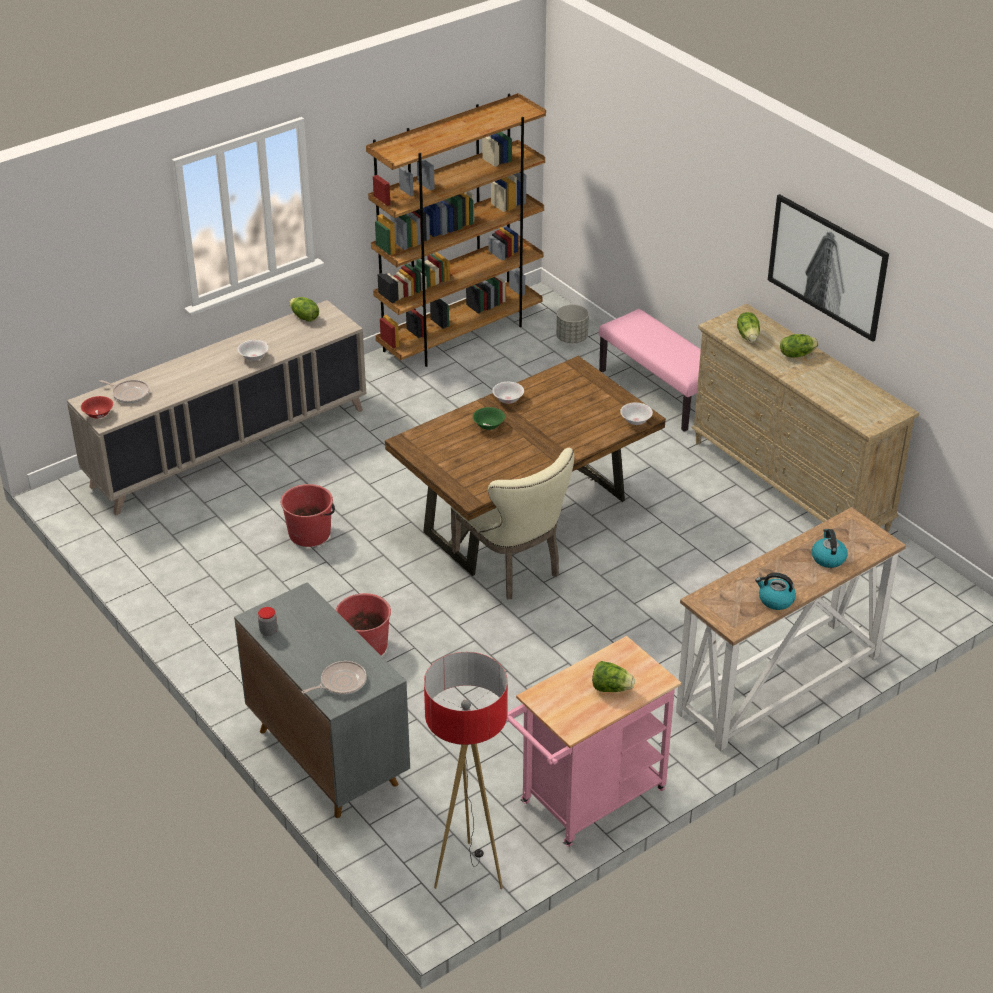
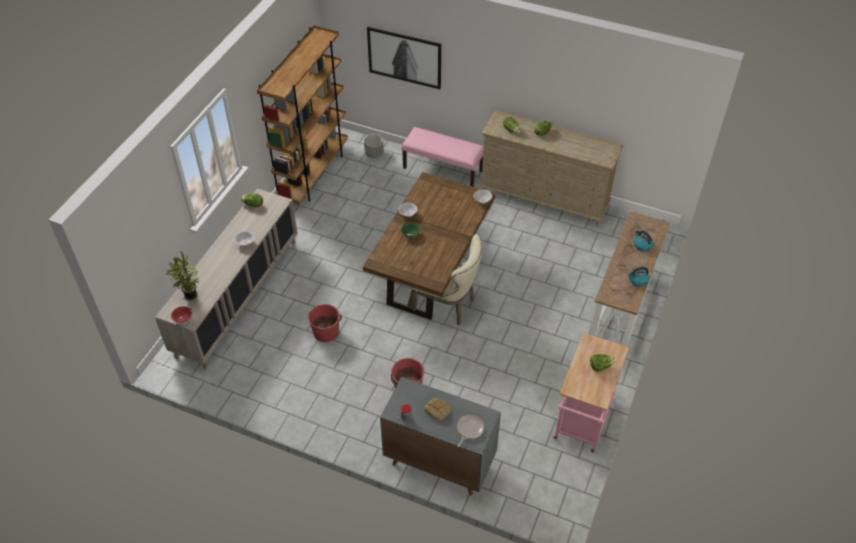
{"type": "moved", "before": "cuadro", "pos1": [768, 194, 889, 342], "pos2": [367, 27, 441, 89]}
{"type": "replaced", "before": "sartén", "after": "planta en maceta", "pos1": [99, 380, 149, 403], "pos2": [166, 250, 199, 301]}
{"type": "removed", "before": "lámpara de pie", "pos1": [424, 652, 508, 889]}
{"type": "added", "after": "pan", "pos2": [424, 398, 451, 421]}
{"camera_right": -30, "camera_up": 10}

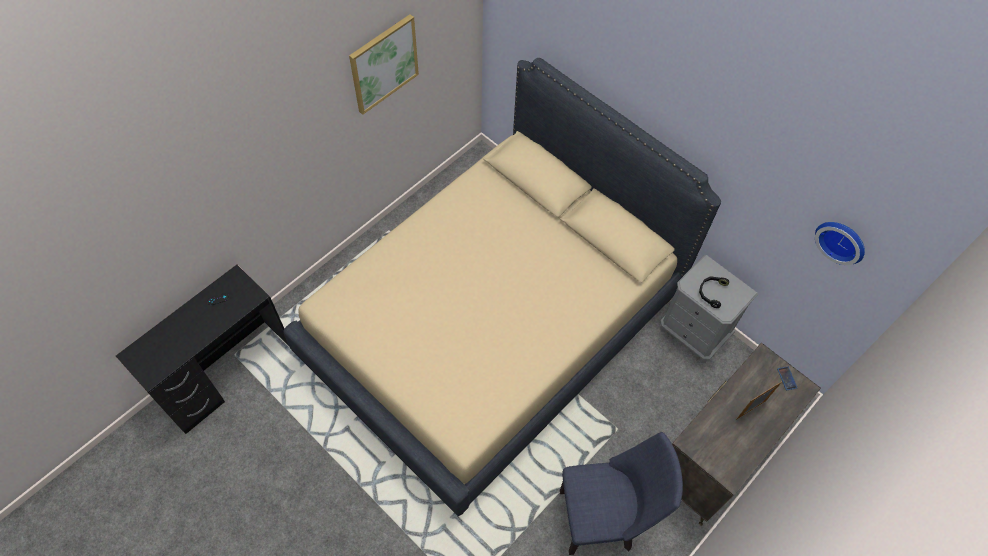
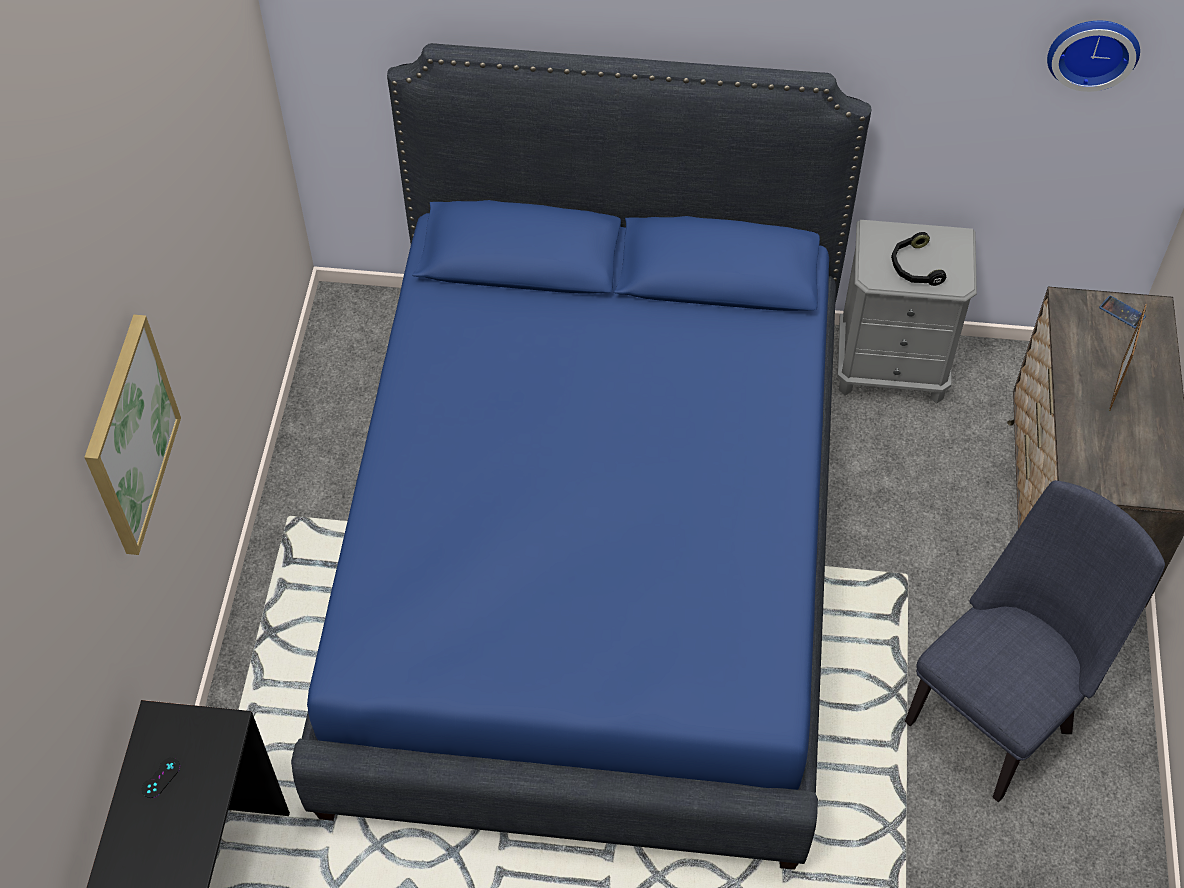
{"type": "moved", "before": "cuadro", "pos1": [349, 14, 419, 115], "pos2": [84, 315, 181, 555]}
{"type": "recoloured", "before": "cama [beis]", "after": "cama [azul]", "pos1": [284, 58, 721, 516], "pos2": [291, 43, 871, 870]}
{"camera_right": -35, "camera_up": -5}

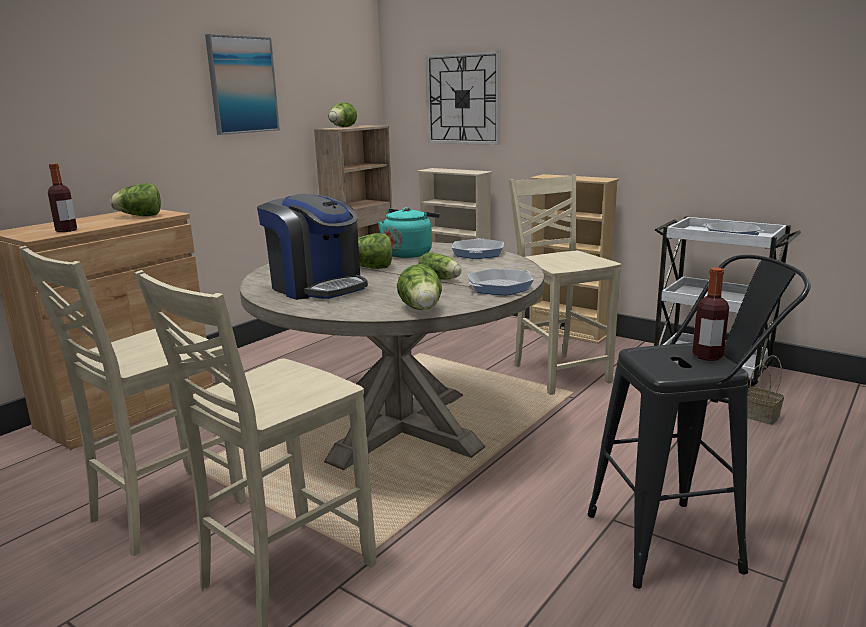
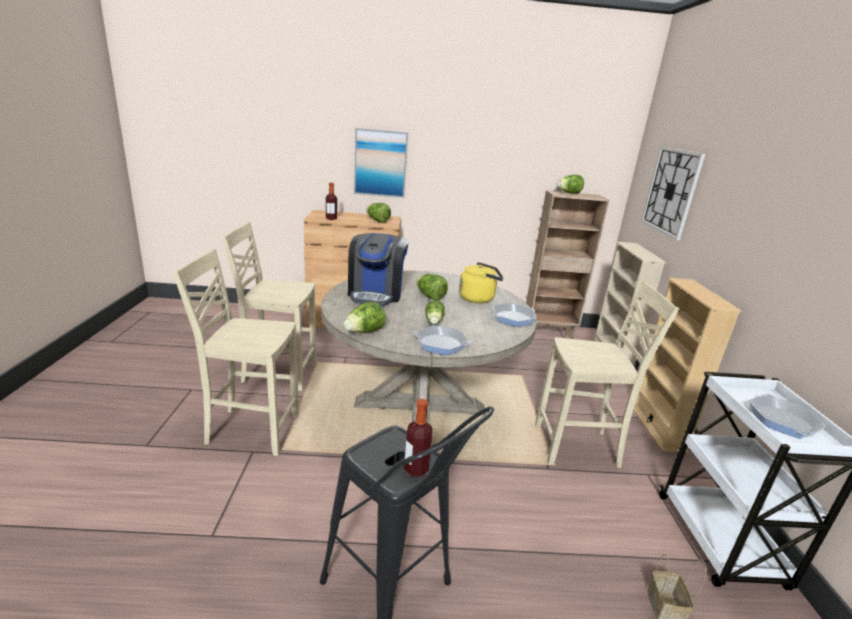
{"type": "moved", "before": "cuadro", "pos1": [205, 34, 280, 135], "pos2": [354, 128, 408, 198]}
{"type": "turned", "before": "silla [beis]", "pos1": [509, 174, 621, 395], "pos2": [535, 281, 679, 468], "turn": 60}
{"type": "recoloured", "before": "hervidor [turquesa]", "after": "hervidor [amarillo]", "pos1": [378, 207, 440, 258], "pos2": [459, 262, 503, 303]}
{"camera_right": 50, "camera_up": 5}

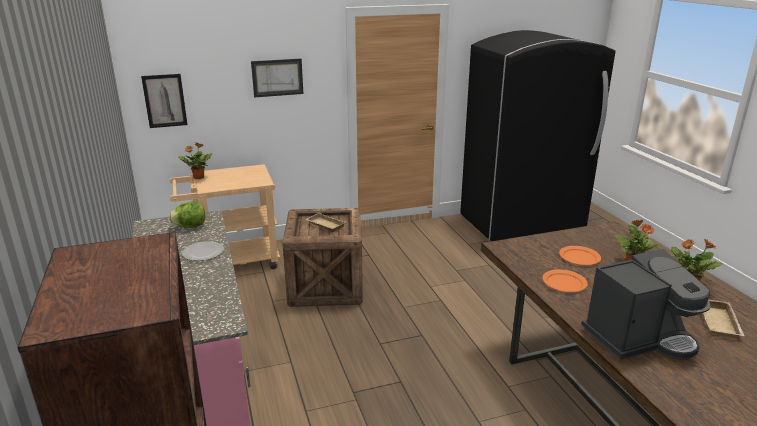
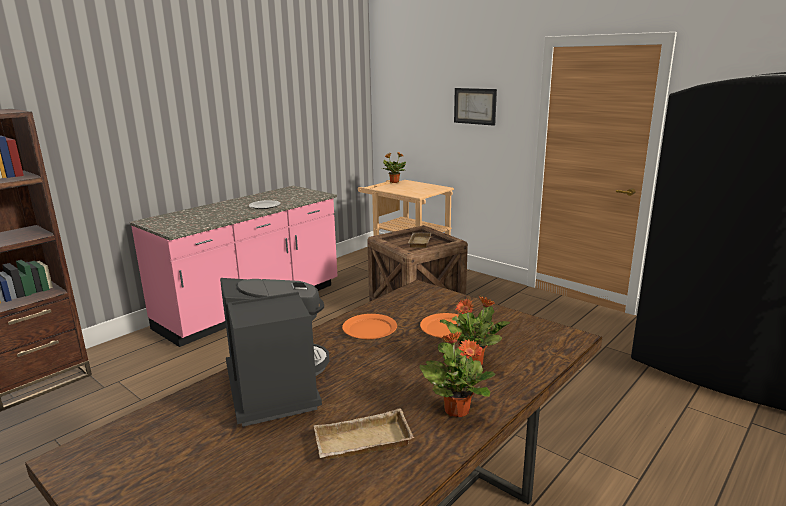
{"type": "removed", "before": "cuadro", "pos1": [141, 74, 188, 128]}
{"type": "removed", "before": "lechuga", "pos1": [169, 202, 205, 228]}
{"type": "turned", "before": "cafetera", "pos1": [581, 249, 710, 360], "pos2": [220, 278, 329, 427], "turn": -150}
{"camera_right": 60, "camera_up": -5}

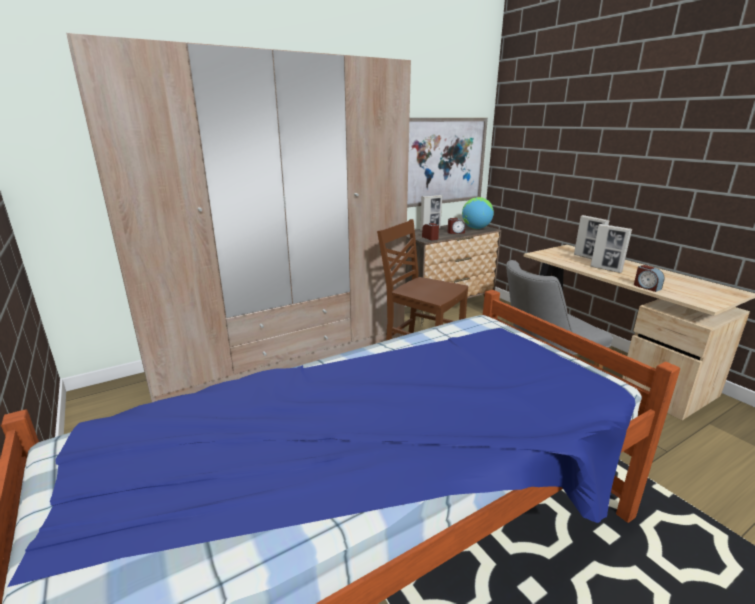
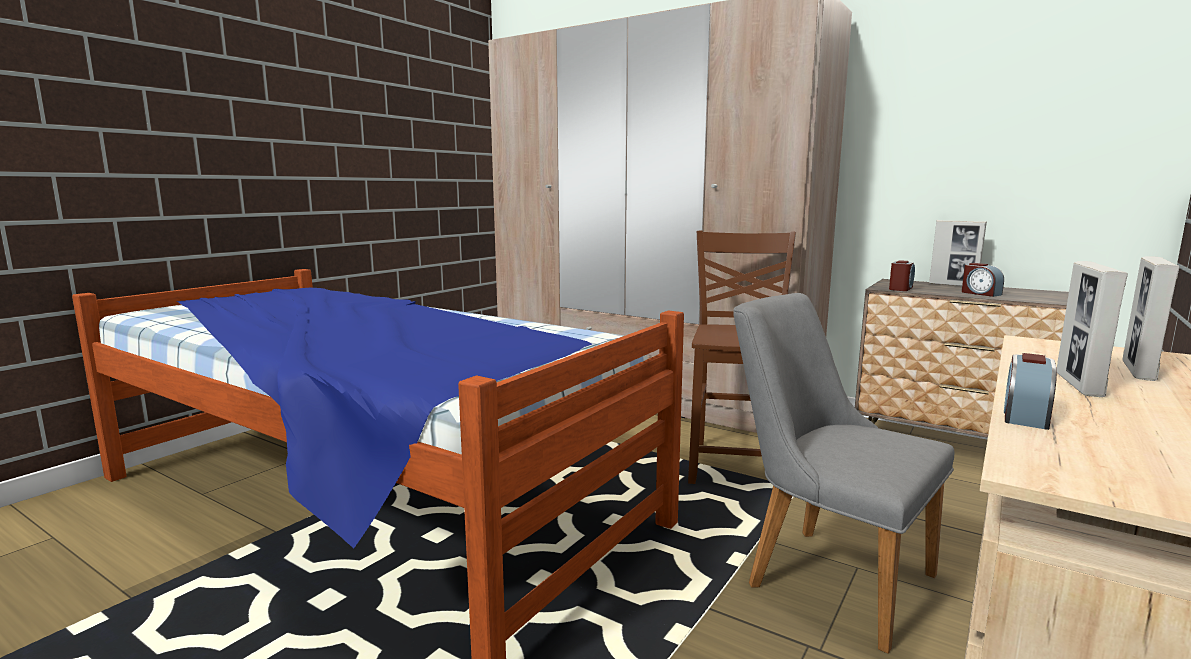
{"type": "removed", "before": "cuadro", "pos1": [407, 118, 488, 208]}
{"type": "removed", "before": "globo terráqueo", "pos1": [462, 197, 494, 229]}
{"camera_right": 65, "camera_up": -10}

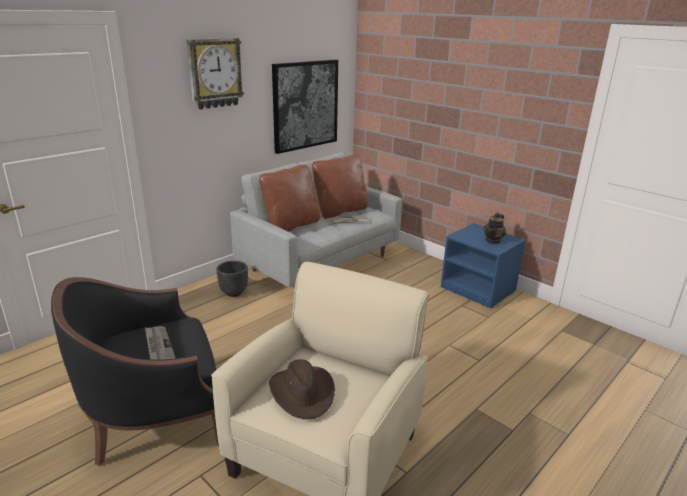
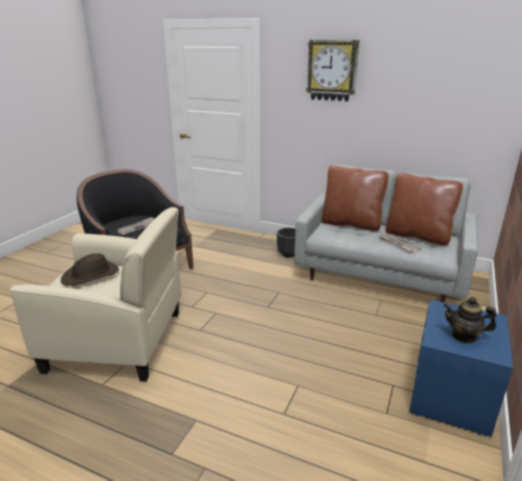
{"type": "removed", "before": "cuadro", "pos1": [272, 60, 338, 154]}
{"camera_right": 70, "camera_up": 0}

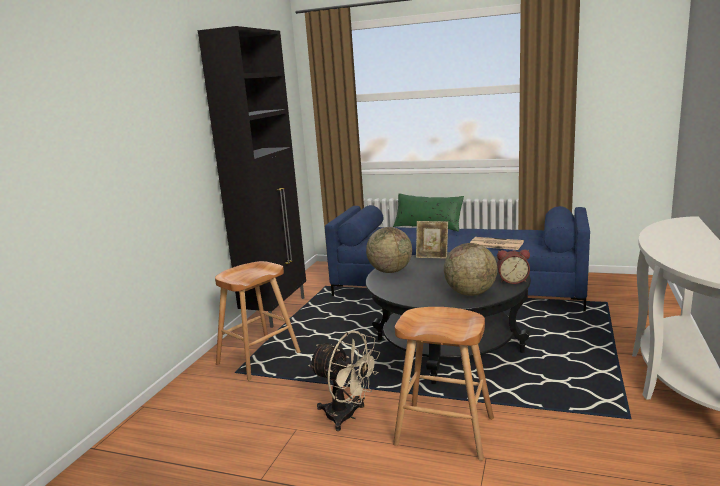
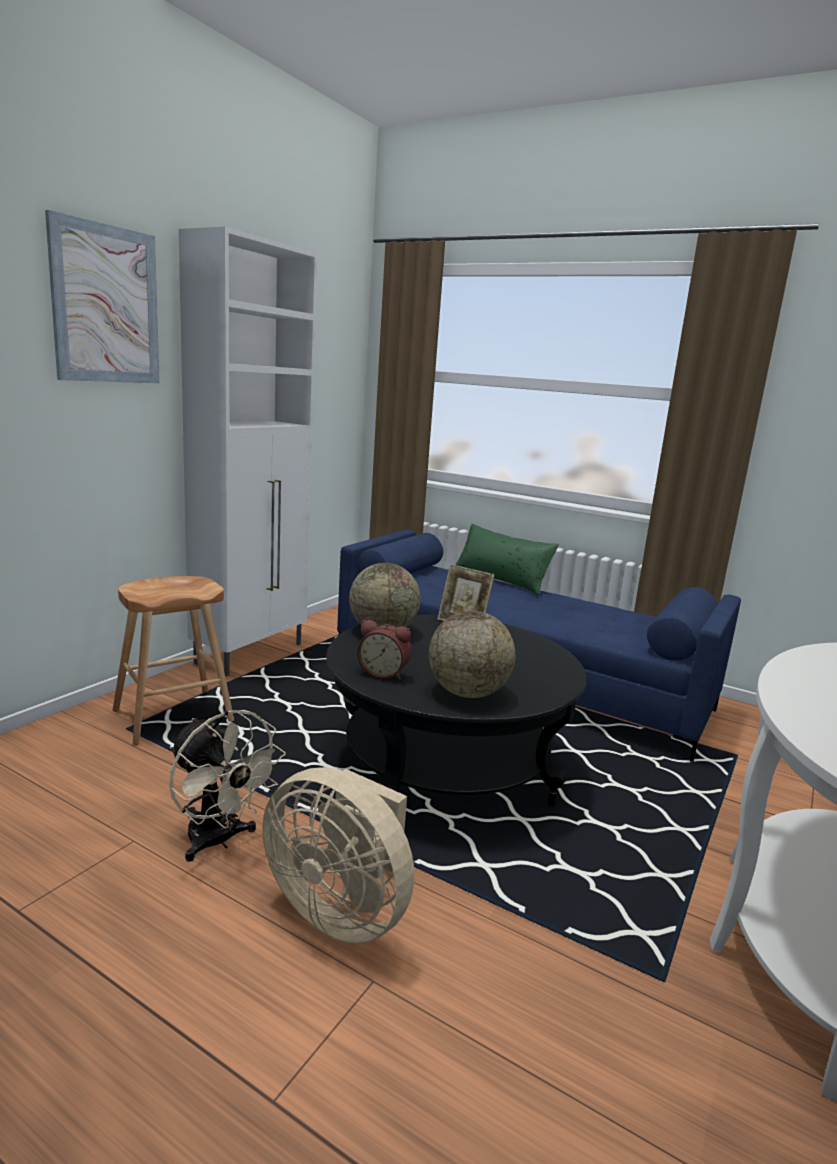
{"type": "recoloured", "before": "armario [negro]", "after": "armario [blanco]", "pos1": [198, 26, 306, 328], "pos2": [178, 227, 318, 676]}
{"type": "removed", "before": "periódico", "pos1": [470, 237, 524, 250]}
{"type": "moved", "before": "despertador", "pos1": [497, 250, 530, 284], "pos2": [357, 620, 411, 680]}
{"type": "replaced", "before": "taburete [marrón]", "after": "ventilador [beis]", "pos1": [393, 307, 494, 461], "pos2": [262, 767, 414, 944]}
{"type": "added", "after": "cuadro", "pos2": [45, 210, 160, 384]}
{"camera_right": 10, "camera_up": 0}

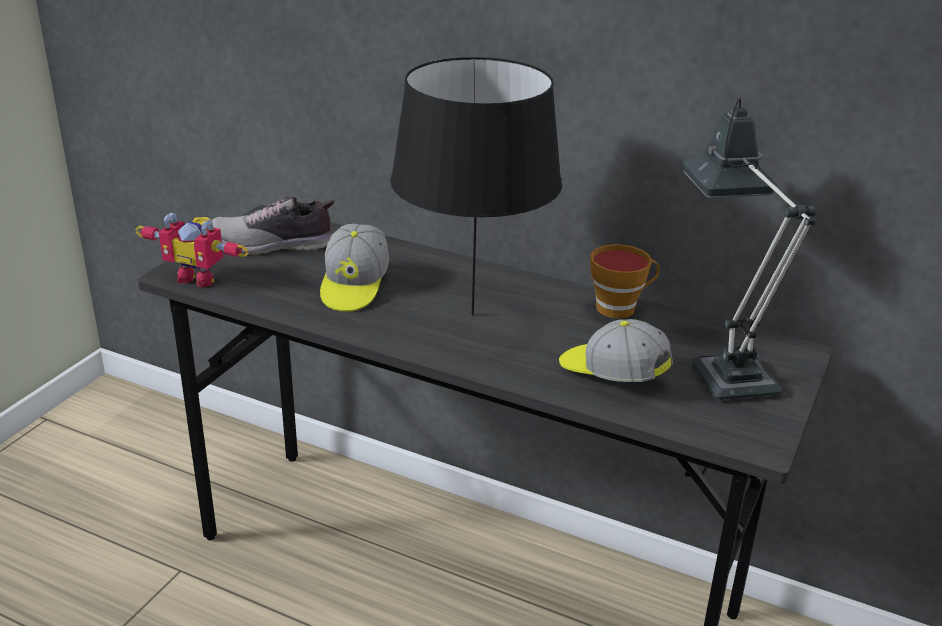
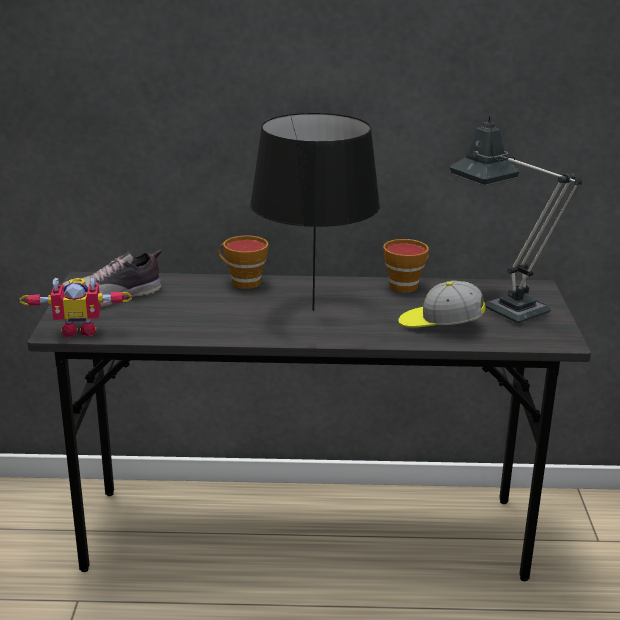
{"type": "removed", "before": "gorra", "pos1": [320, 224, 389, 312]}
{"type": "added", "after": "taza", "pos2": [219, 235, 269, 289]}
{"camera_right": -25, "camera_up": -5}

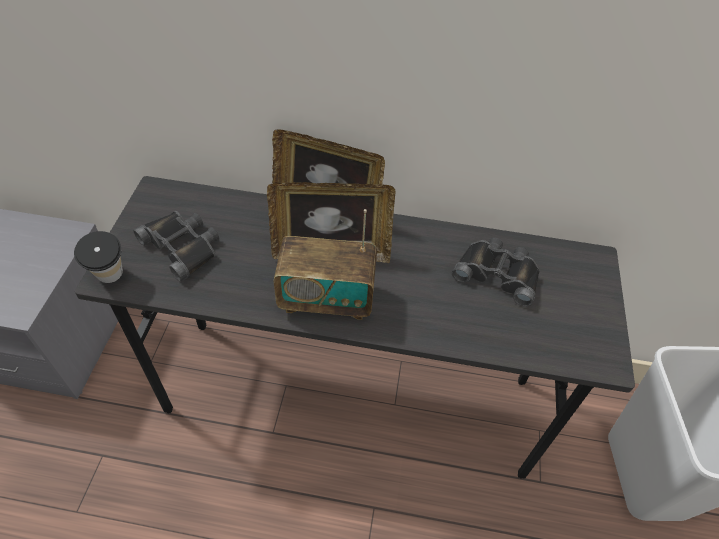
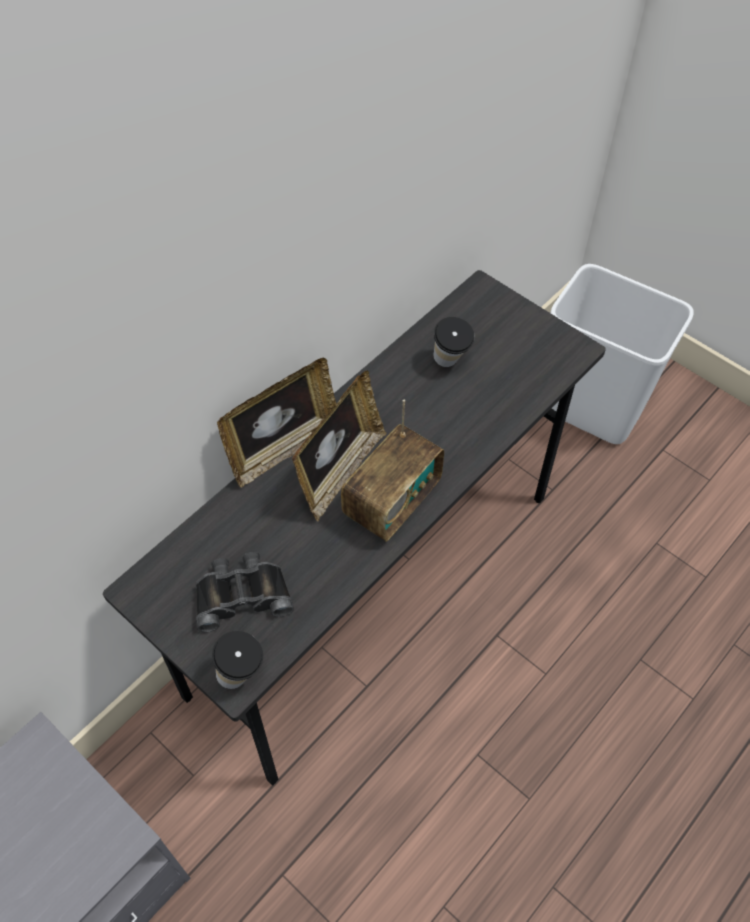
{"type": "replaced", "before": "prismáticos [negro]", "after": "taza", "pos1": [452, 238, 540, 307], "pos2": [434, 317, 475, 367]}
{"camera_right": -55, "camera_up": 5}

